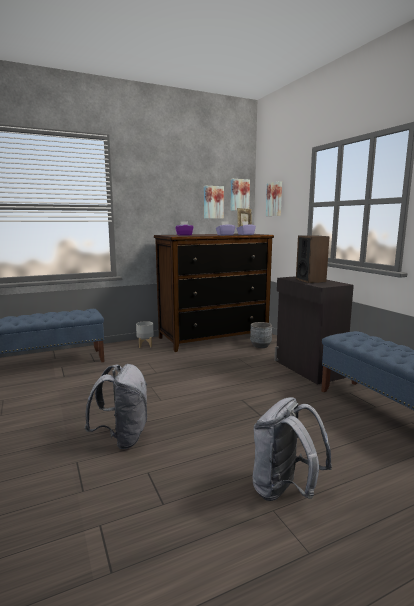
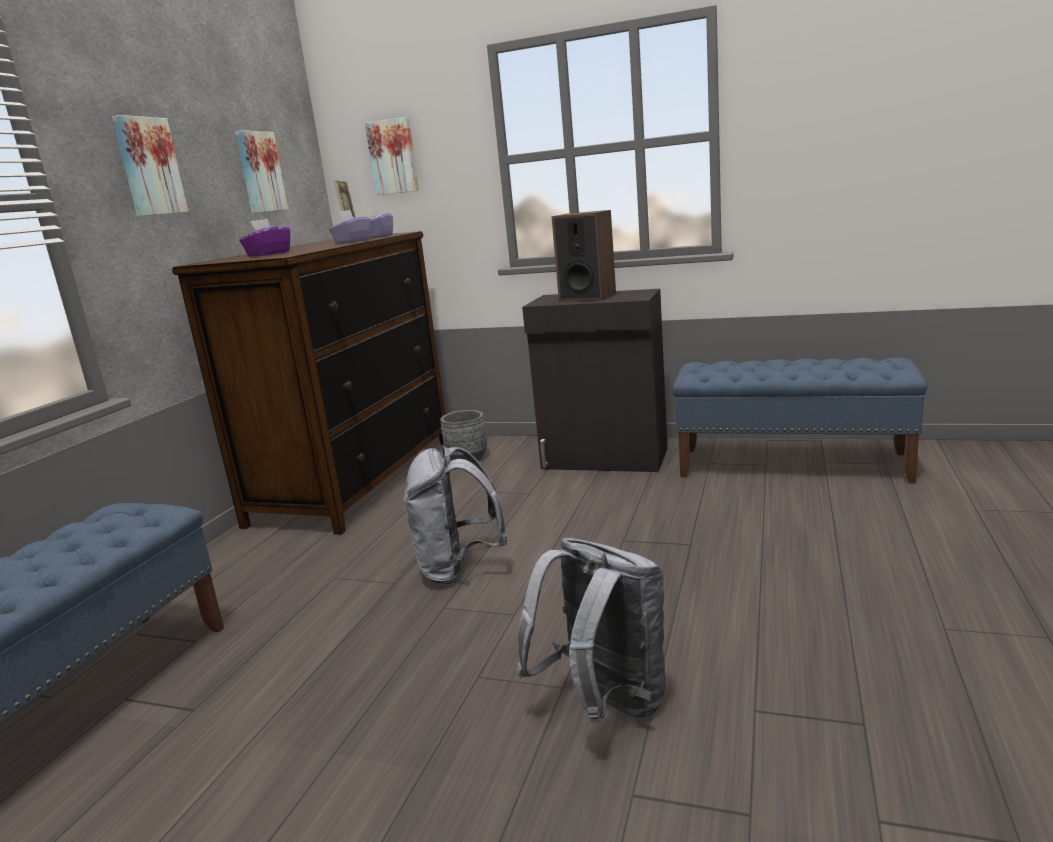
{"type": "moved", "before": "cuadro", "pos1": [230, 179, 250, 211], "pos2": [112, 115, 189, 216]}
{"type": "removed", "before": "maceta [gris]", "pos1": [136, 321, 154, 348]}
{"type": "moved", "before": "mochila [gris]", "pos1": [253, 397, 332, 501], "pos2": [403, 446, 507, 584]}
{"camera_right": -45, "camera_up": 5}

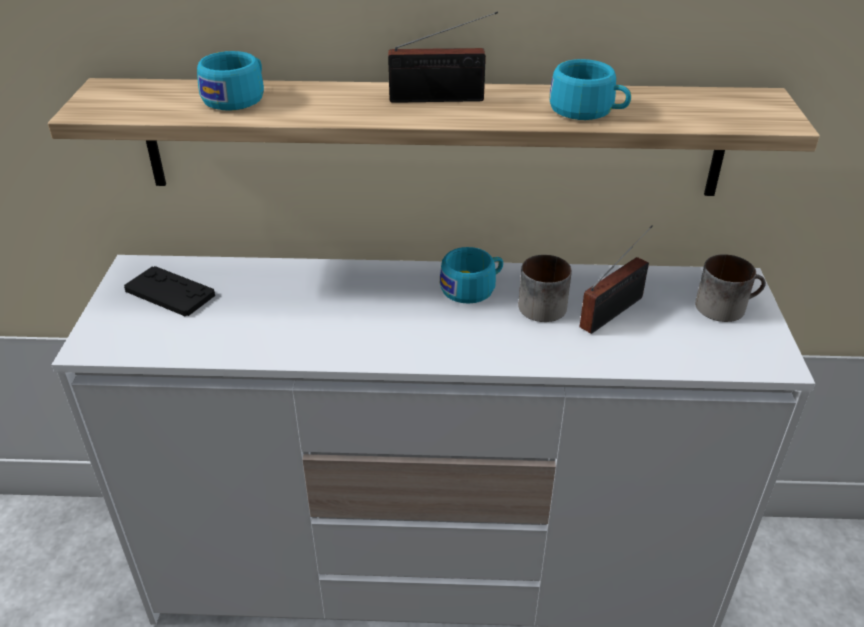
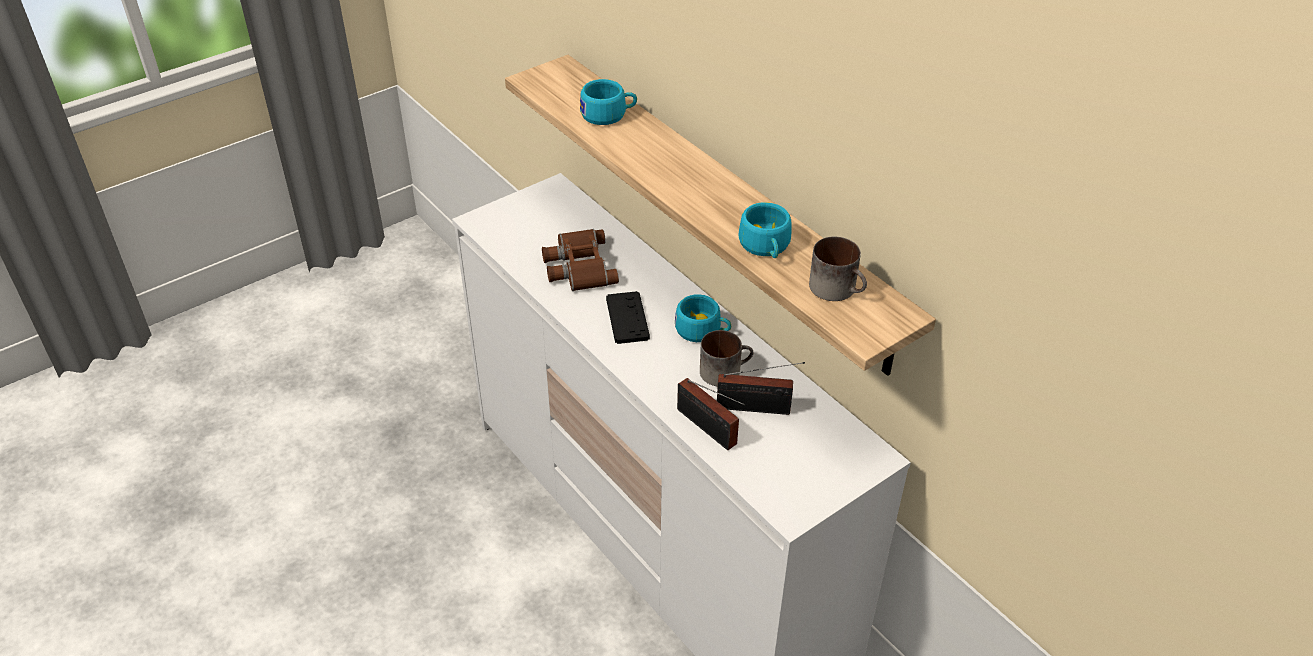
{"type": "moved", "before": "radio", "pos1": [388, 11, 498, 103], "pos2": [677, 378, 745, 450]}
{"type": "moved", "before": "taza grande", "pos1": [695, 254, 766, 322], "pos2": [809, 237, 867, 301]}
{"type": "moved", "before": "mando de consola [negro]", "pos1": [124, 266, 215, 316], "pos2": [606, 291, 650, 344]}
{"type": "added", "after": "prismáticos [marrón]", "pos2": [542, 229, 619, 291]}
{"camera_right": 50, "camera_up": 5}

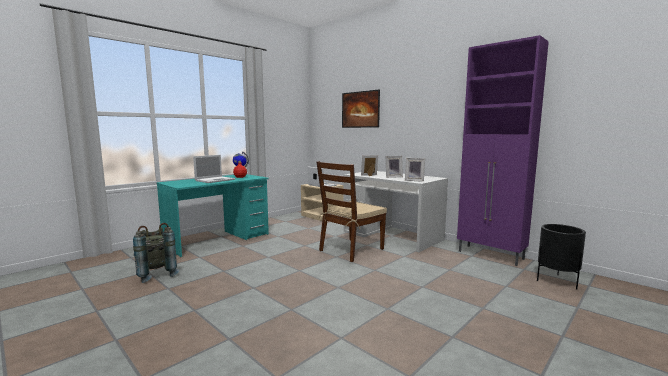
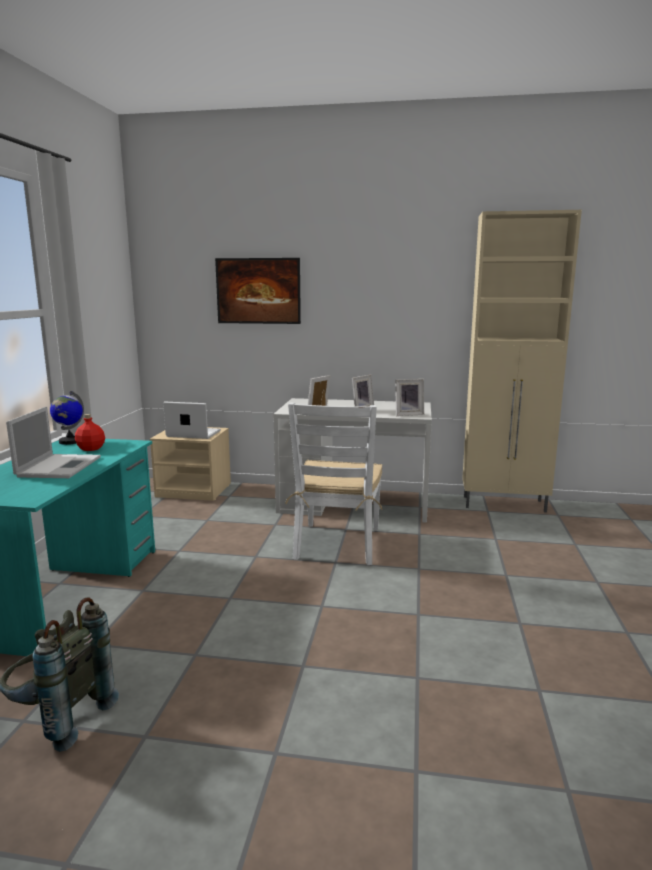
{"type": "recoloured", "before": "armario [morado]", "after": "armario [beis]", "pos1": [457, 35, 549, 266], "pos2": [462, 210, 582, 513]}
{"type": "recoloured", "before": "silla [marrón]", "after": "silla [blanco]", "pos1": [317, 161, 387, 262], "pos2": [285, 402, 383, 565]}
{"type": "removed", "before": "maceta [negro]", "pos1": [537, 224, 586, 289]}
{"camera_right": -35, "camera_up": 5}

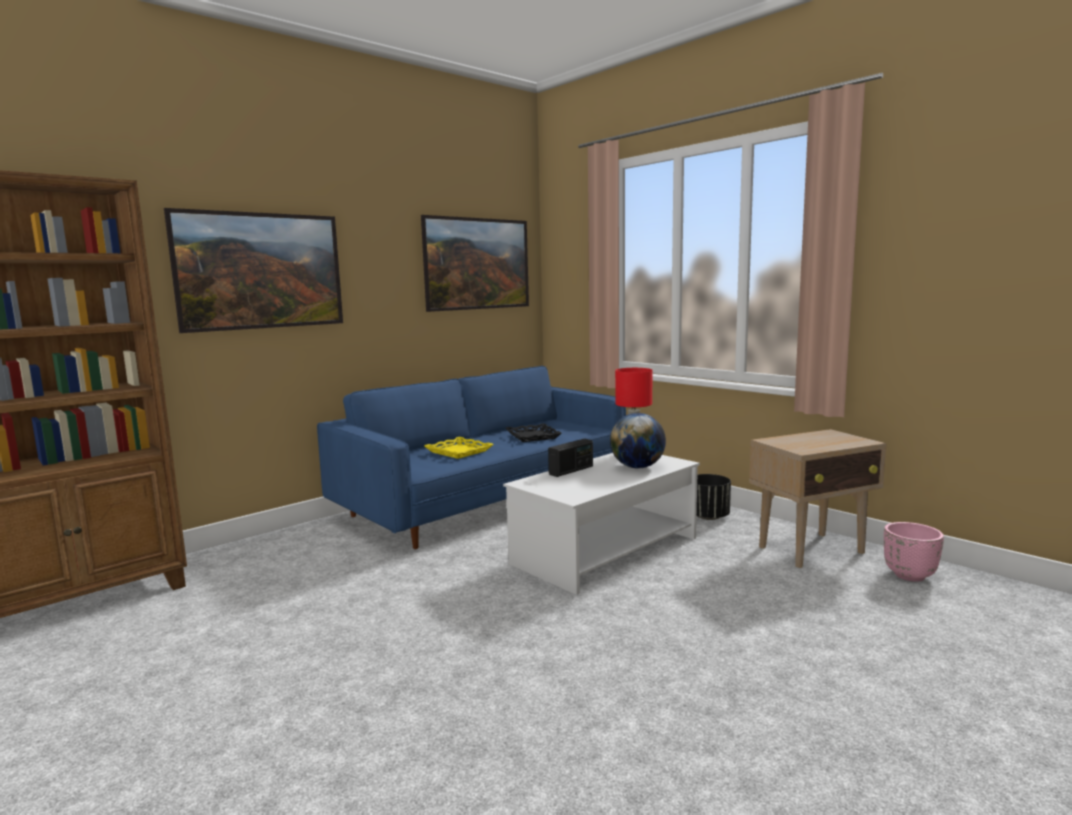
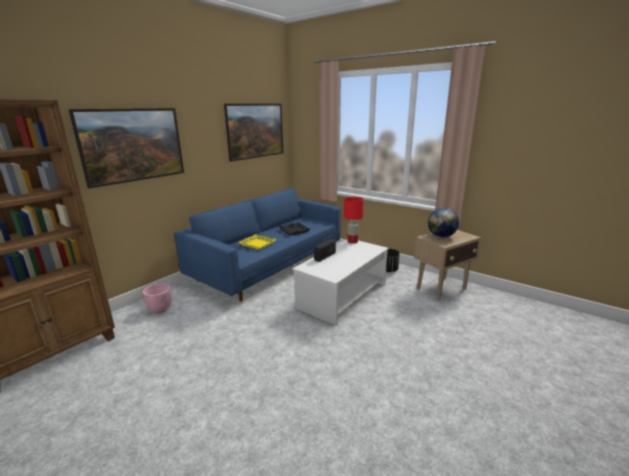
{"type": "moved", "before": "globo terráqueo", "pos1": [610, 413, 666, 468], "pos2": [428, 208, 459, 237]}
{"type": "moved", "before": "maceta [rosa]", "pos1": [884, 522, 944, 582], "pos2": [143, 283, 172, 313]}
{"camera_right": -10, "camera_up": 10}

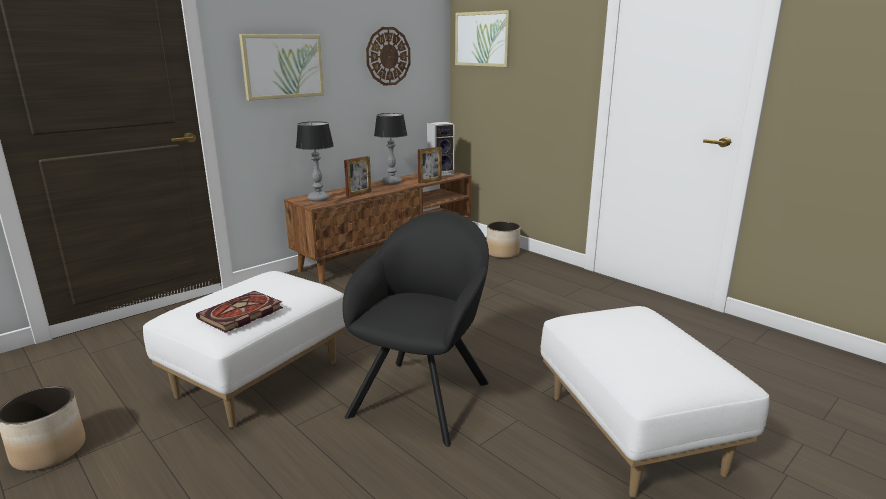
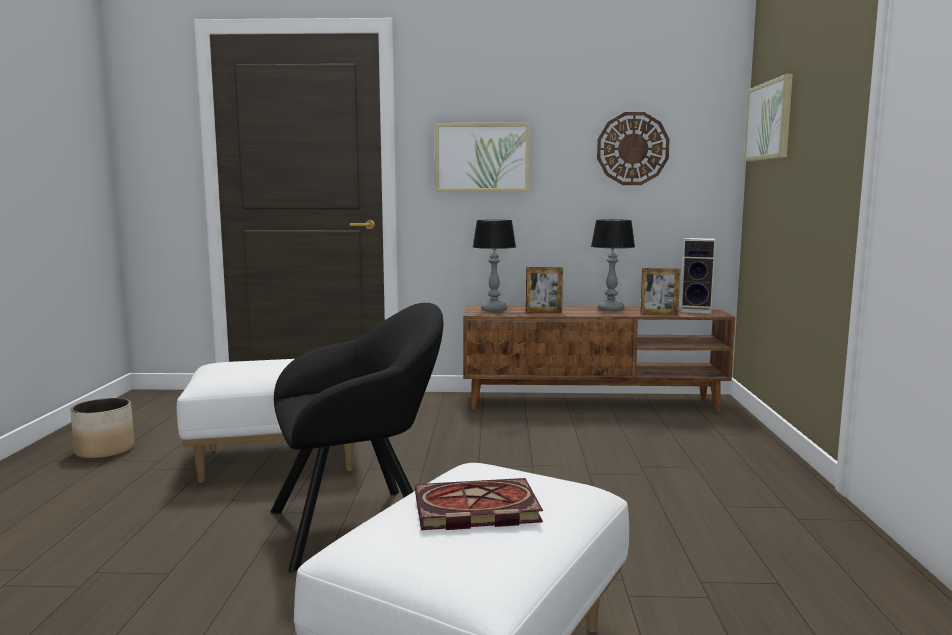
{"type": "removed", "before": "maceta", "pos1": [487, 221, 520, 258]}
{"type": "moved", "before": "libro", "pos1": [196, 291, 283, 333], "pos2": [415, 478, 543, 530]}
{"camera_right": 45, "camera_up": -10}

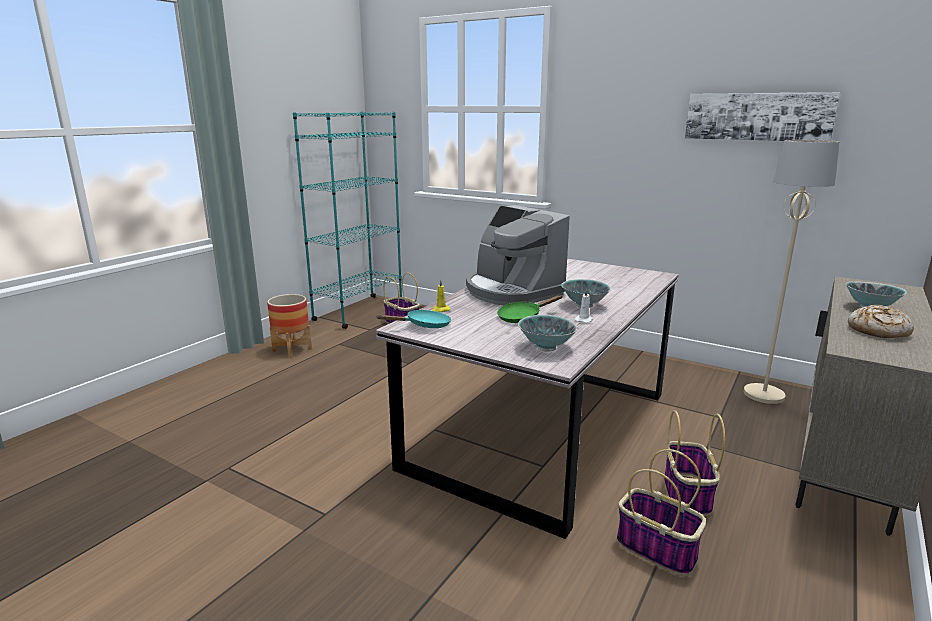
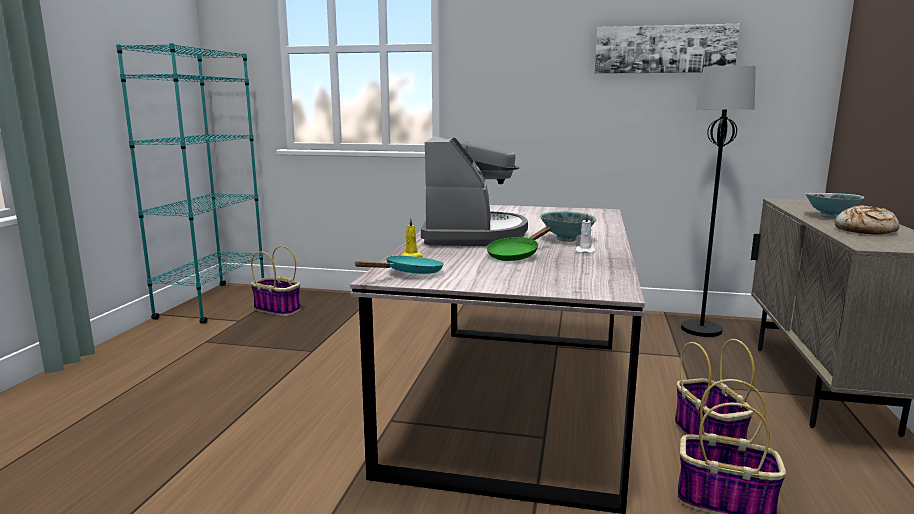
{"type": "recoloured", "before": "lámpara de pie [beis]", "after": "lámpara de pie [negro]", "pos1": [744, 140, 840, 404], "pos2": [681, 65, 756, 337]}
{"type": "turned", "before": "cafetera", "pos1": [466, 205, 570, 305], "pos2": [421, 136, 528, 246], "turn": -120}
{"type": "removed", "before": "maceta", "pos1": [267, 294, 312, 358]}
{"type": "removed", "before": "cuenco", "pos1": [518, 315, 578, 352]}
{"camera_right": -20, "camera_up": -5}

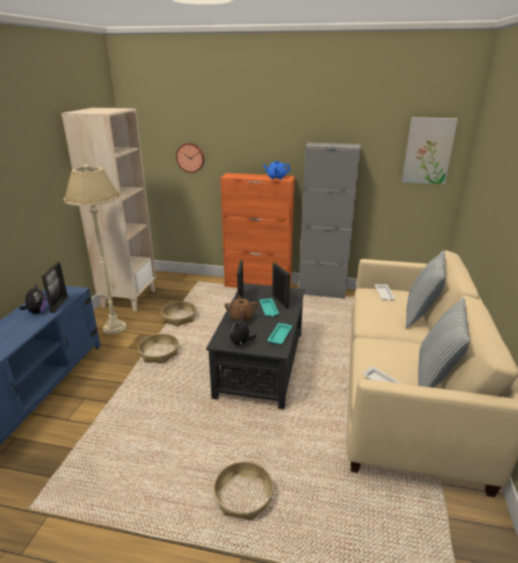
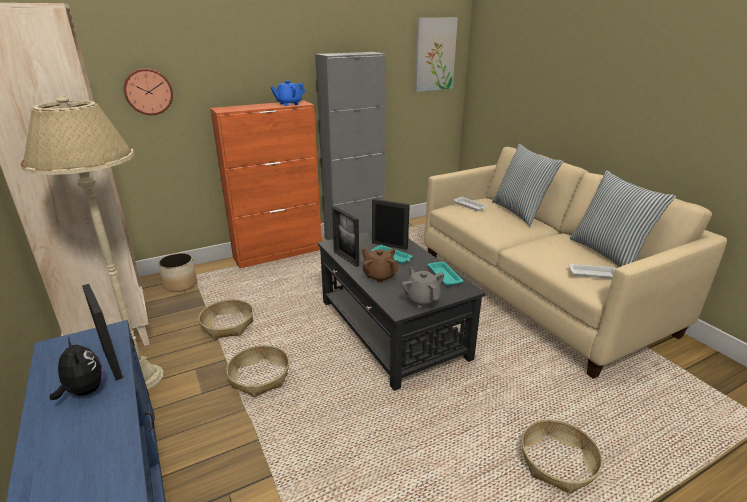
{"type": "replaced", "before": "peluche", "after": "tetera [gris]", "pos1": [229, 315, 256, 345], "pos2": [402, 267, 444, 308]}
{"type": "added", "after": "maceta", "pos2": [158, 253, 197, 292]}
{"camera_right": -40, "camera_up": 0}

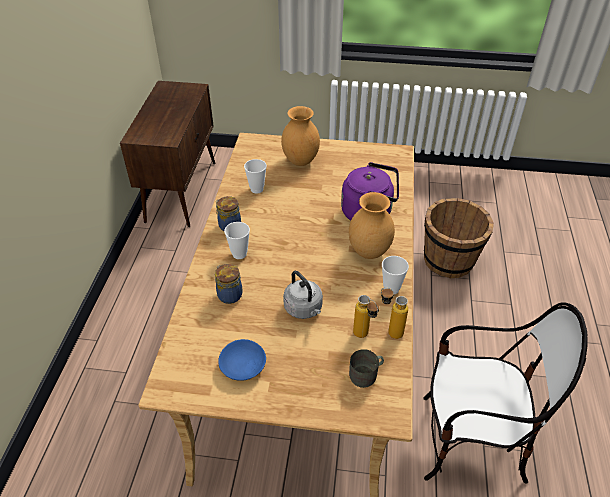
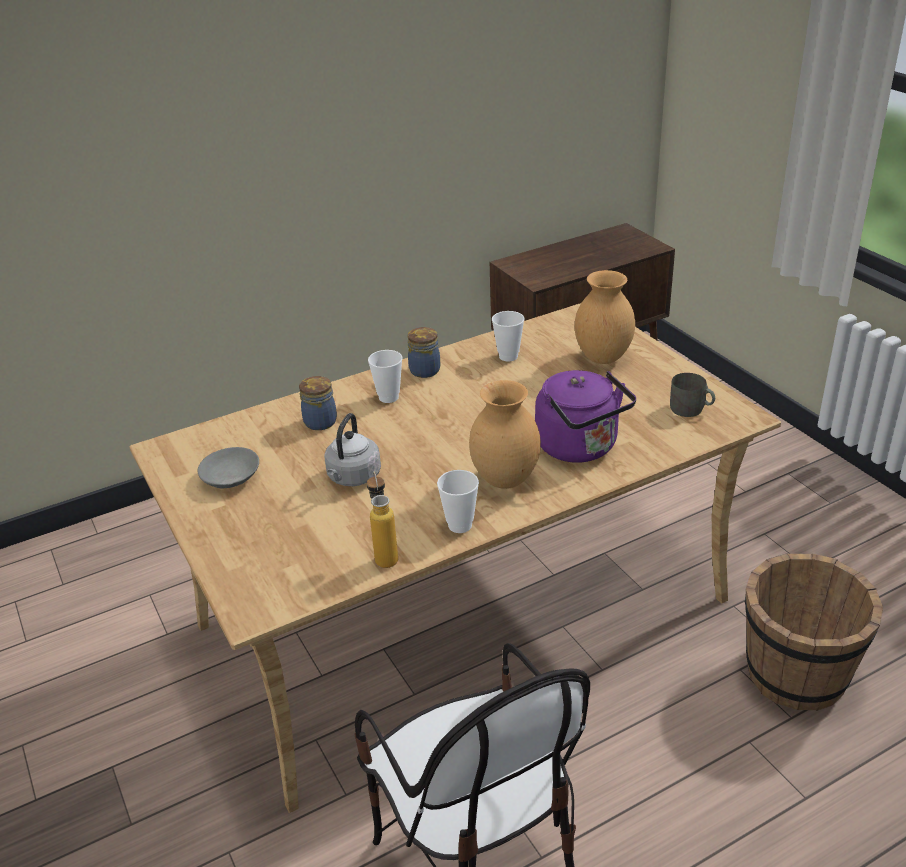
{"type": "removed", "before": "botella", "pos1": [353, 295, 380, 338]}
{"type": "recoloured", "before": "cuenco [azul]", "after": "cuenco [gris]", "pos1": [218, 339, 266, 381], "pos2": [197, 447, 259, 488]}
{"type": "moved", "before": "taza grande [gris]", "pos1": [349, 349, 384, 388], "pos2": [670, 373, 715, 417]}
{"camera_right": 55, "camera_up": -10}

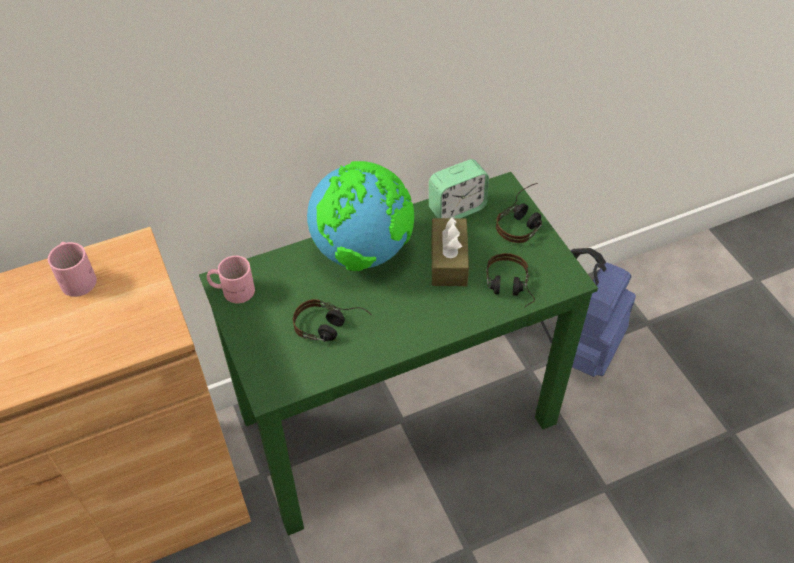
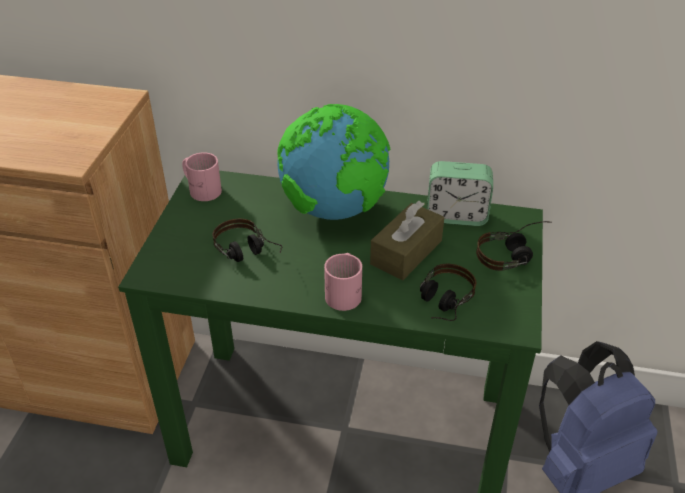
{"type": "moved", "before": "taza grande [rosa]", "pos1": [48, 242, 97, 297], "pos2": [324, 253, 362, 311]}
{"camera_right": 35, "camera_up": -10}

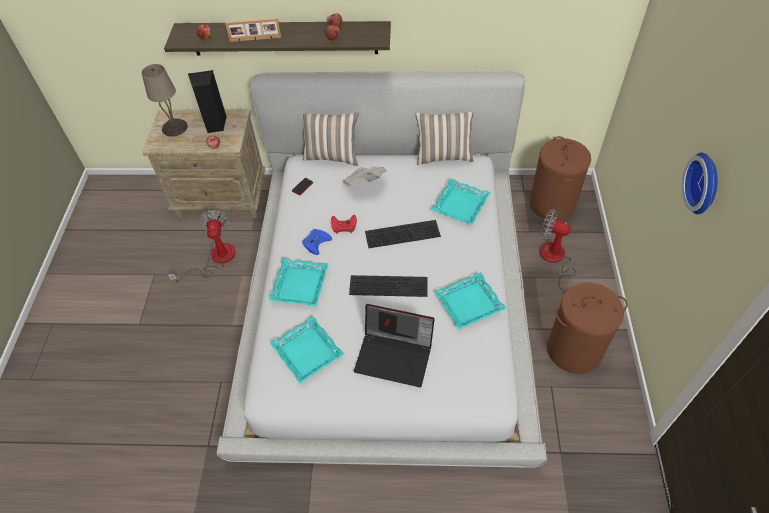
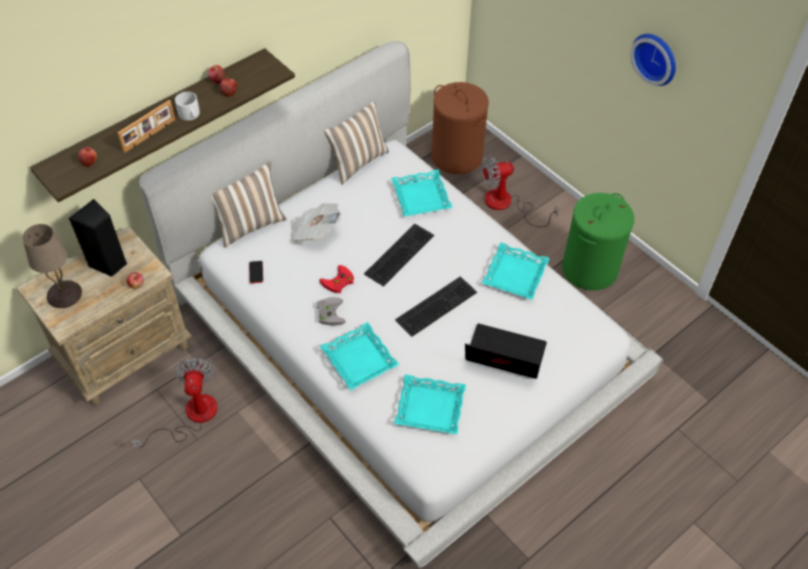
{"type": "turned", "before": "ventilador", "pos1": [168, 210, 236, 283], "pos2": [131, 358, 218, 447], "turn": 45}
{"type": "recoloured", "before": "mando de consola [azul]", "after": "mando de consola [gris]", "pos1": [302, 229, 332, 255], "pos2": [317, 297, 346, 325]}
{"type": "recoloured", "before": "cesto de la ropa [marrón]", "after": "cesto de la ropa [verde]", "pos1": [547, 282, 627, 374], "pos2": [562, 193, 635, 291]}
{"type": "turned", "before": "portátil", "pos1": [354, 304, 434, 387], "pos2": [465, 323, 547, 379], "turn": -135}
{"type": "added", "after": "taza grande [blanco]", "pos2": [175, 92, 200, 121]}
{"camera_right": -45, "camera_up": 0}

